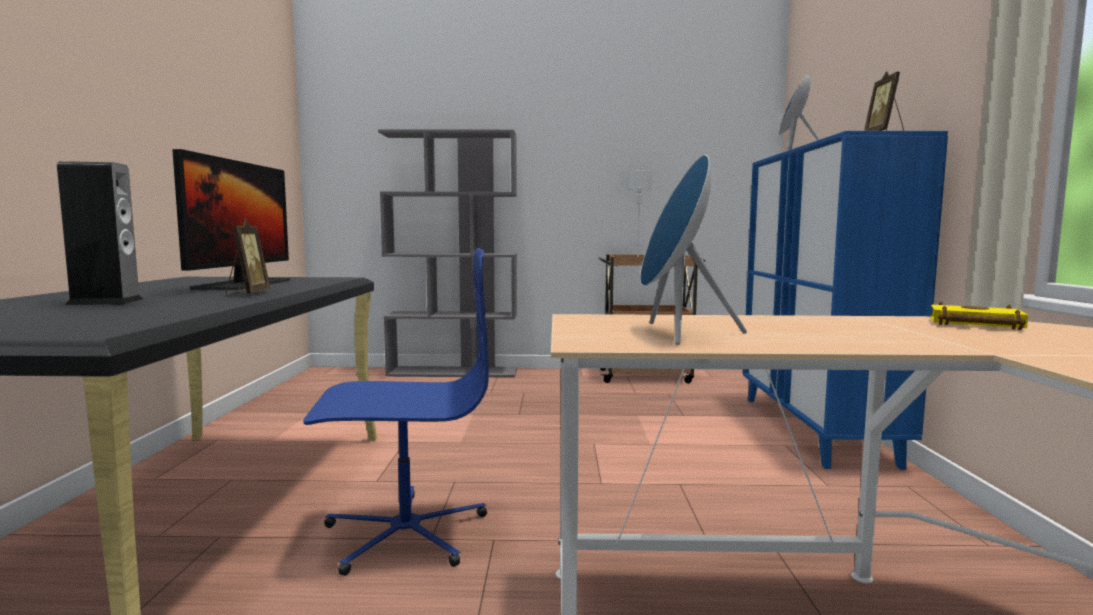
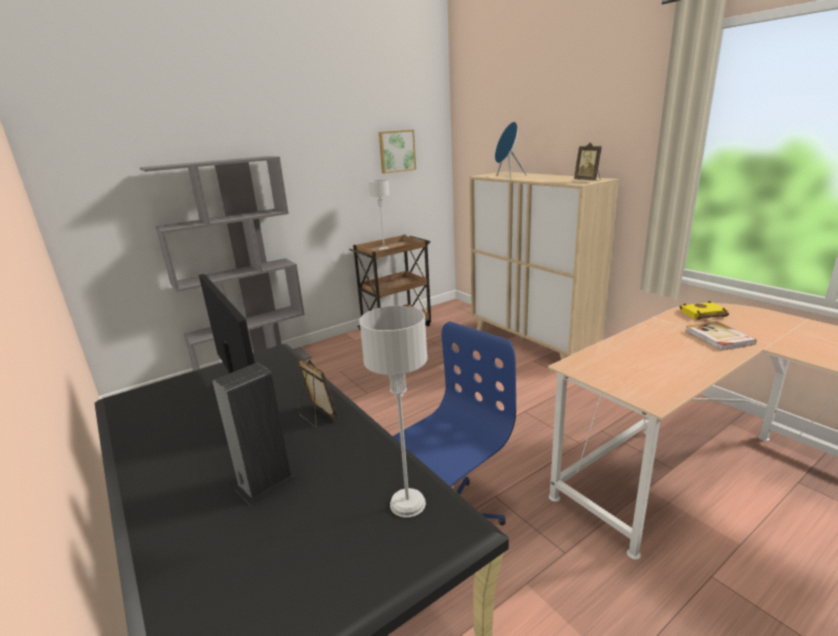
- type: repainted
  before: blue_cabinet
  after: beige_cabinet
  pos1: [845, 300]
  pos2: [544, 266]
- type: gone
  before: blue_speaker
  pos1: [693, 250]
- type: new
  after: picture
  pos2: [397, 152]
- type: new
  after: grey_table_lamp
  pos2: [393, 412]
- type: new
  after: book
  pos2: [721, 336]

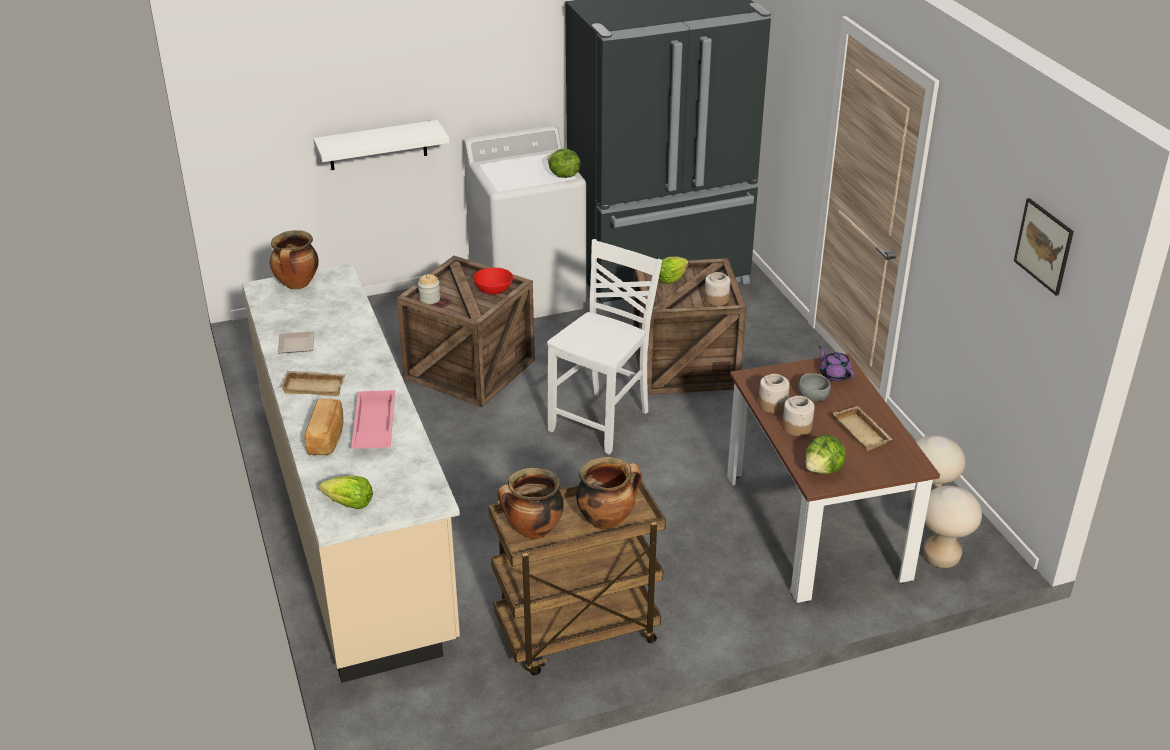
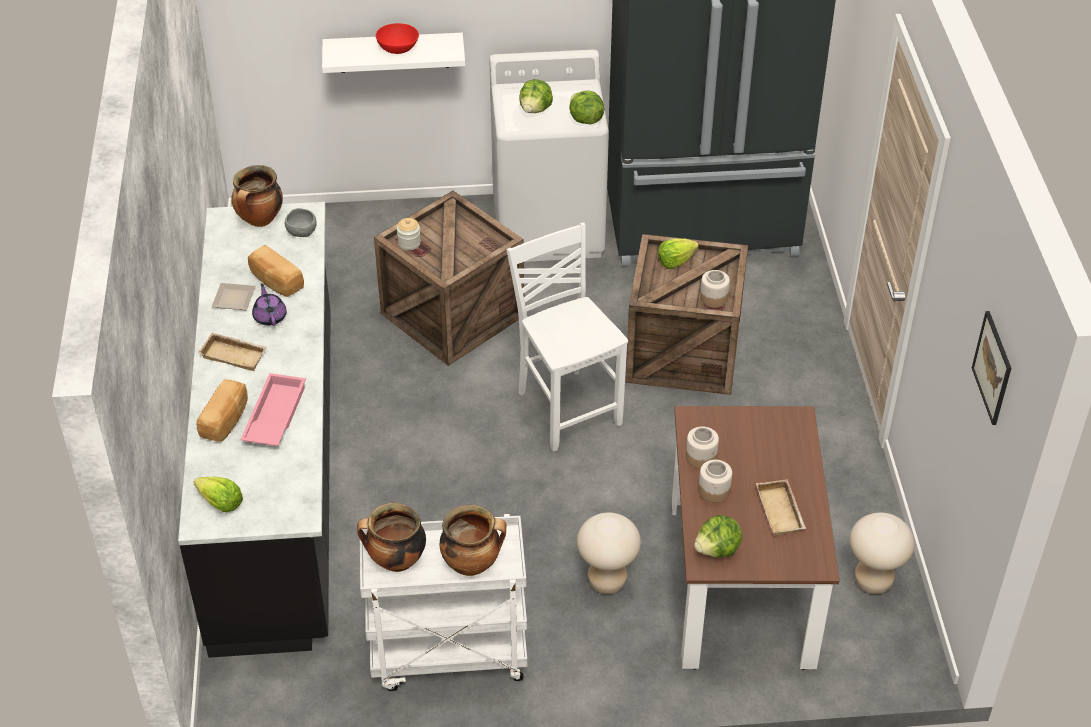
- type: rotated
  before: white_chair
  pos1: [604, 347]
  pos2: [567, 337]
  turn: -75
- type: repainted
  before: beige_counter
  after: black_counter
  pos1: [351, 473]
  pos2: [254, 430]
- type: shifted
  before: red_bowl
  pos1: [493, 281]
  pos2: [397, 38]
- type: shifted
  before: purple_teapot
  pos1: [836, 364]
  pos2: [269, 304]
- type: shifted
  before: grey_bowl
  pos1: [814, 387]
  pos2: [300, 222]
- type: repainted
  before: brown_cart
  after: white_cart
  pos1: [577, 574]
  pos2: [443, 602]
- type: shifted
  before: beige_stool
  pos1: [953, 527]
  pos2: [609, 553]
- type: new
  after: lettuce
  pos2: [536, 96]
- type: new
  after: bread
  pos2: [276, 270]

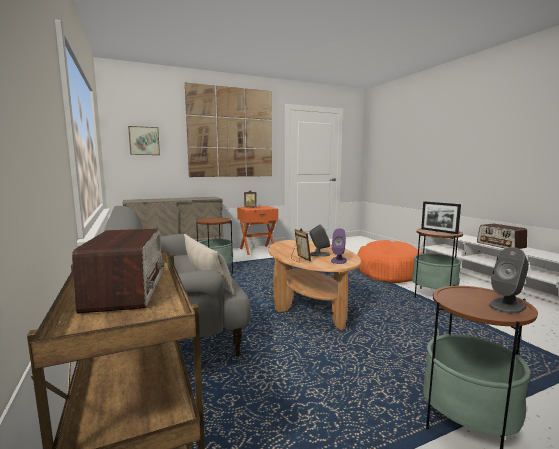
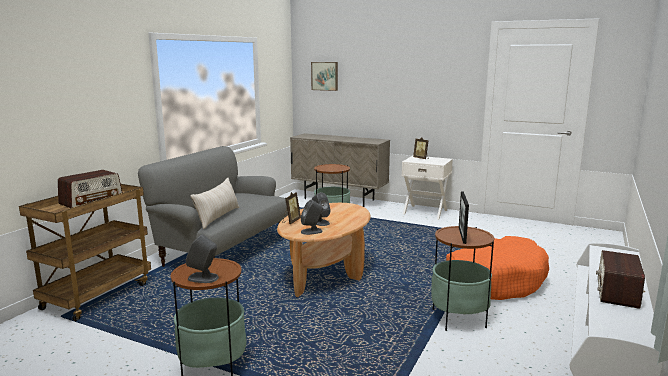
- type: gone
  before: picture
  pos1: [228, 129]
- type: repainted
  before: orange_nightstand
  after: white_nightstand
  pos1: [257, 230]
  pos2: [427, 188]
- type: repainted
  before: purple_speaker
  after: grey_speaker
  pos1: [339, 246]
  pos2: [312, 217]

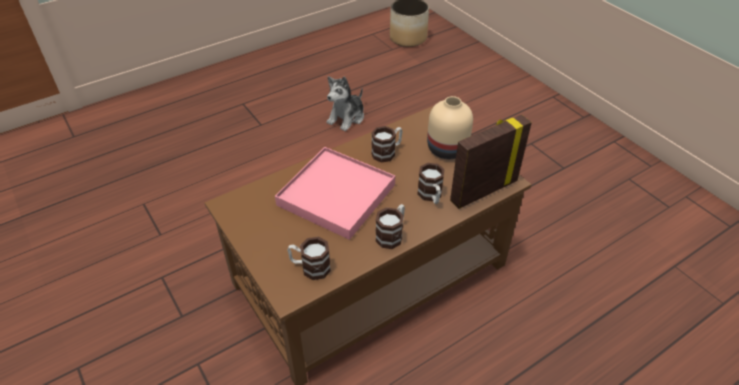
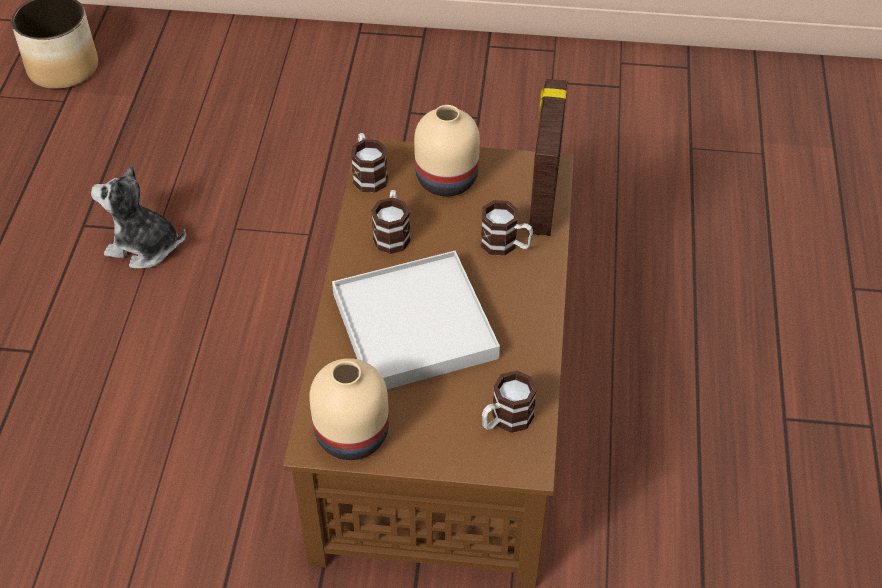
- type: rotated
  before: plush_toy
  pos1: [345, 103]
  pos2: [138, 216]
  turn: 120
- type: repainted
  before: pink_tray
  after: white_tray
  pos1: [335, 193]
  pos2: [416, 320]
- type: shifted
  before: mug
  pos1: [390, 226]
  pos2: [369, 163]
- type: new
  after: beige_vase
  pos2: [349, 409]

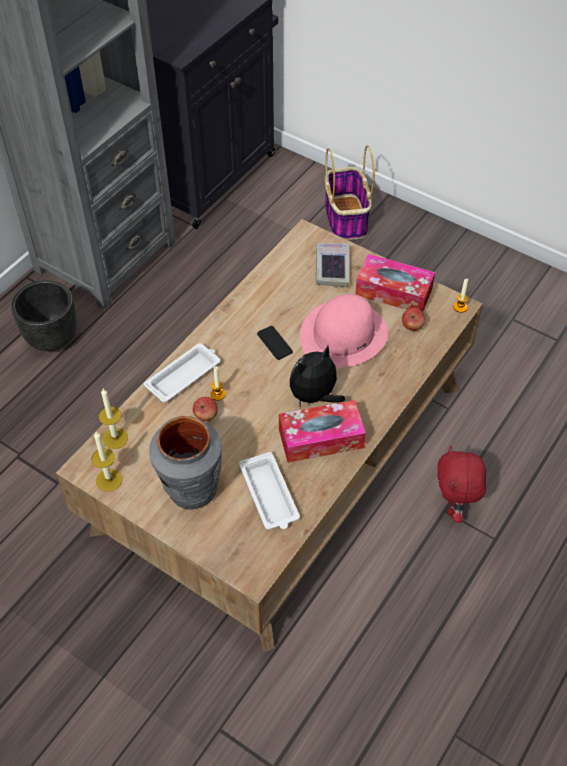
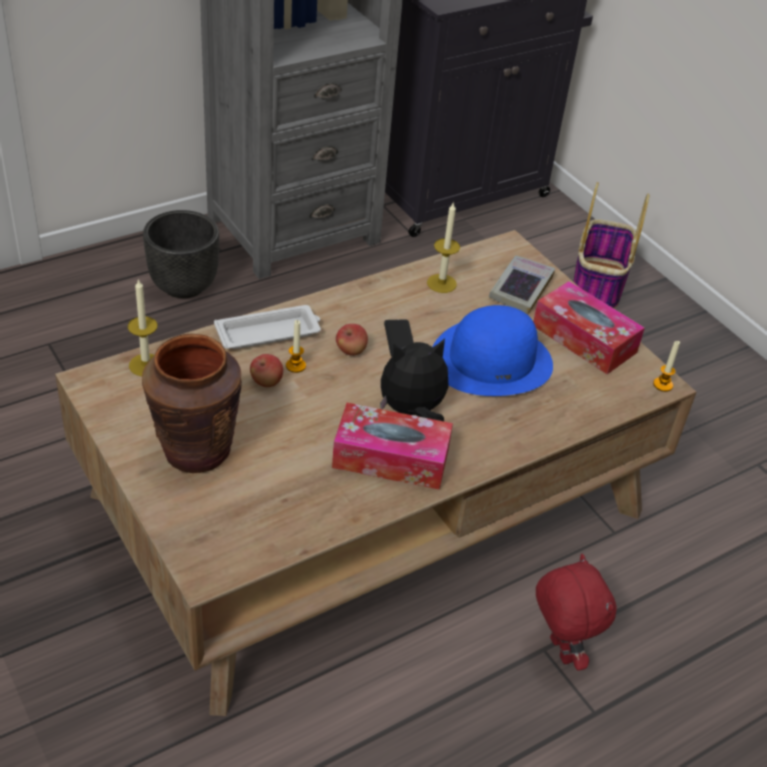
- type: repainted
  before: pink_hat
  after: blue_hat
  pos1: [344, 331]
  pos2: [493, 350]
- type: shifted
  before: apple
  pos1: [413, 319]
  pos2: [352, 340]
- type: repainted
  before: grey_vase
  after: brown_vase
  pos1: [185, 463]
  pos2: [192, 403]
- type: shifted
  before: candle
  pos1: [107, 462]
  pos2: [443, 248]
- type: rotated
  before: red_plush_toy
  pos1: [461, 484]
  pos2: [576, 612]
  turn: 135
- type: gone
  before: white_tray
  pos1: [269, 490]

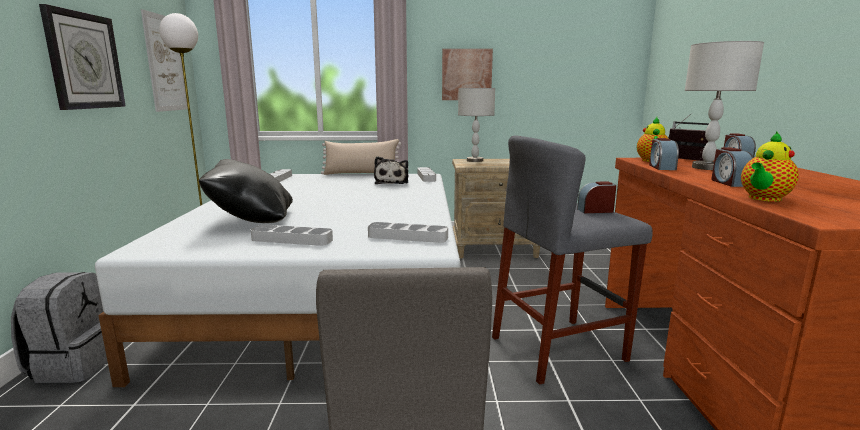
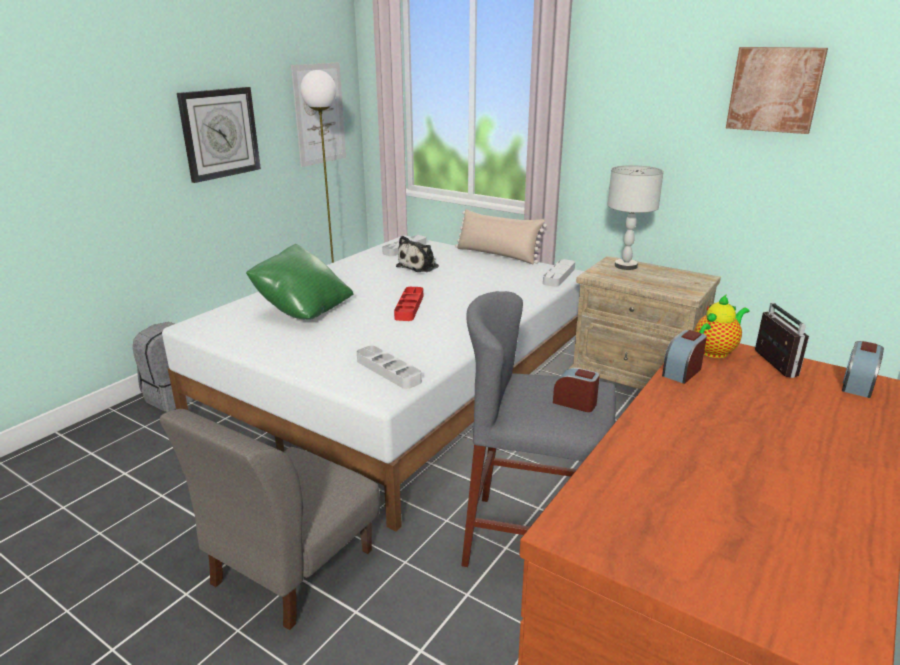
- type: gone
  before: grey_table_lamp
  pos1: [724, 105]
- type: shifted
  before: picture
  pos1: [467, 74]
  pos2: [777, 90]
- type: gone
  before: teapot
  pos1: [770, 166]
- type: gone
  before: alarm_clock
  pos1: [732, 167]
- type: shifted
  before: plush_toy
  pos1: [391, 170]
  pos2: [417, 254]
- type: repainted
  before: black_pillow
  after: green_pillow
  pos1: [246, 191]
  pos2: [300, 282]
- type: gone
  before: grey_tray
  pos1: [292, 235]
- type: new
  after: red_tray
  pos2: [408, 304]

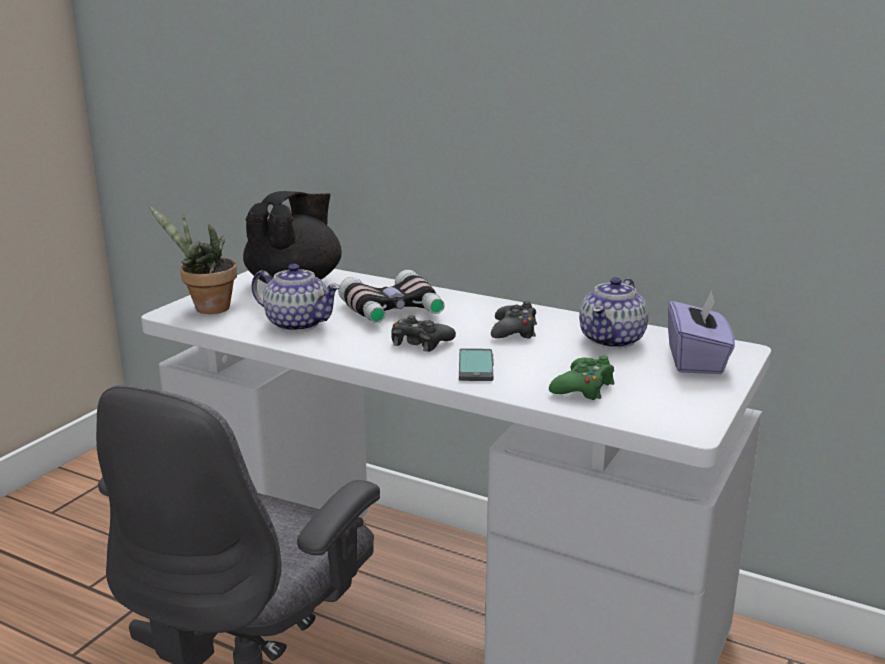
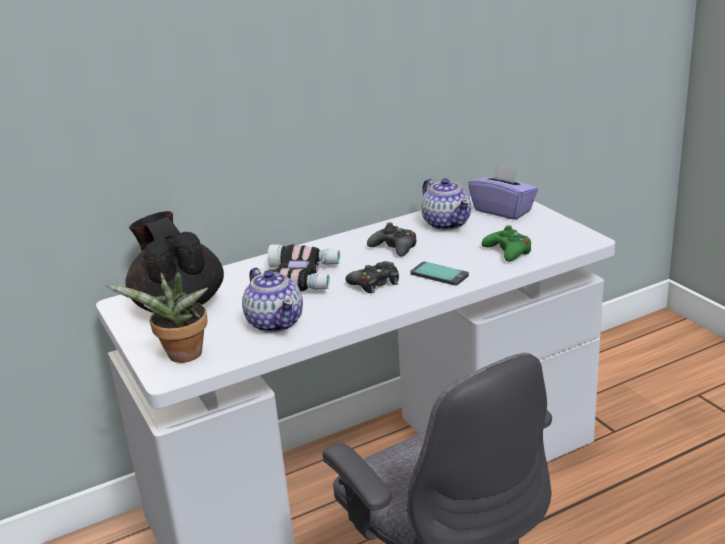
- type: rotated
  before: teapot
  pos1: [296, 298]
  pos2: [272, 300]
  turn: 90

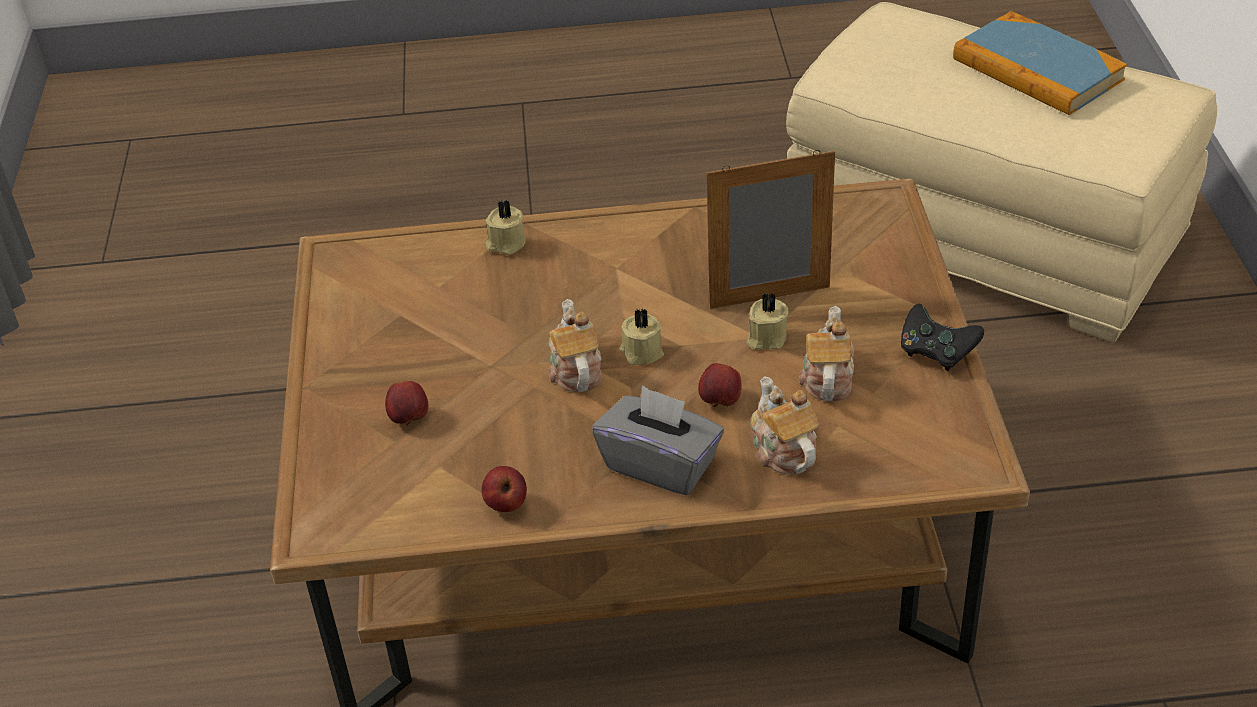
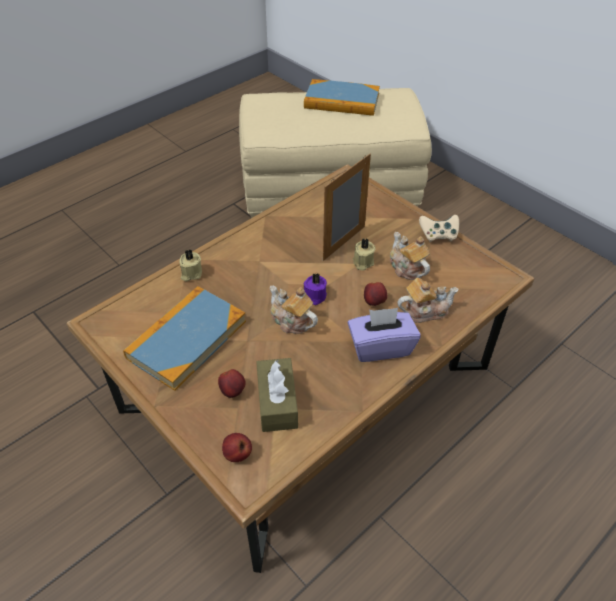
- type: repainted
  before: black_game_controller
  after: beige_game_controller
  pos1: [942, 337]
  pos2: [439, 228]
- type: repainted
  before: beige_candle
  after: purple_candle
  pos1: [641, 336]
  pos2: [315, 289]
- type: rotated
  before: teapot
  pos1: [785, 425]
  pos2: [428, 300]
  turn: 135
- type: repainted
  before: grey_tissue_box
  after: purple_tissue_box
  pos1: [658, 440]
  pos2: [384, 335]
- type: shifted
  before: apple
  pos1: [504, 489]
  pos2: [237, 447]
- type: new
  after: book
  pos2: [184, 338]
- type: new
  after: brown_tissue_box
  pos2: [277, 395]

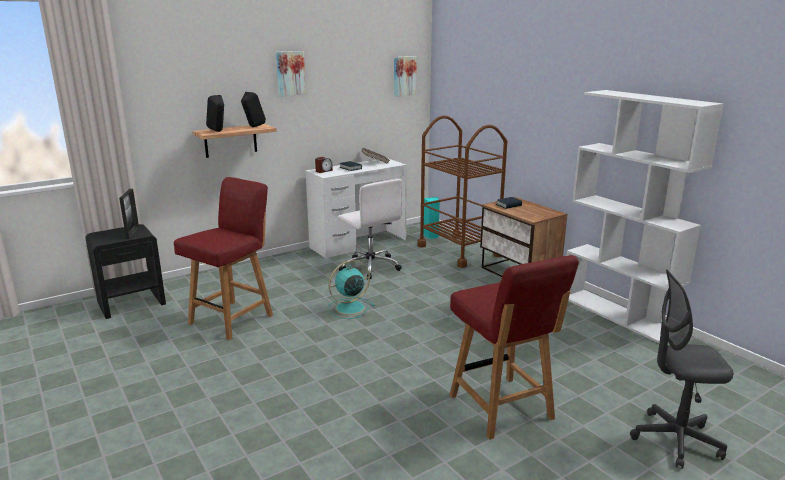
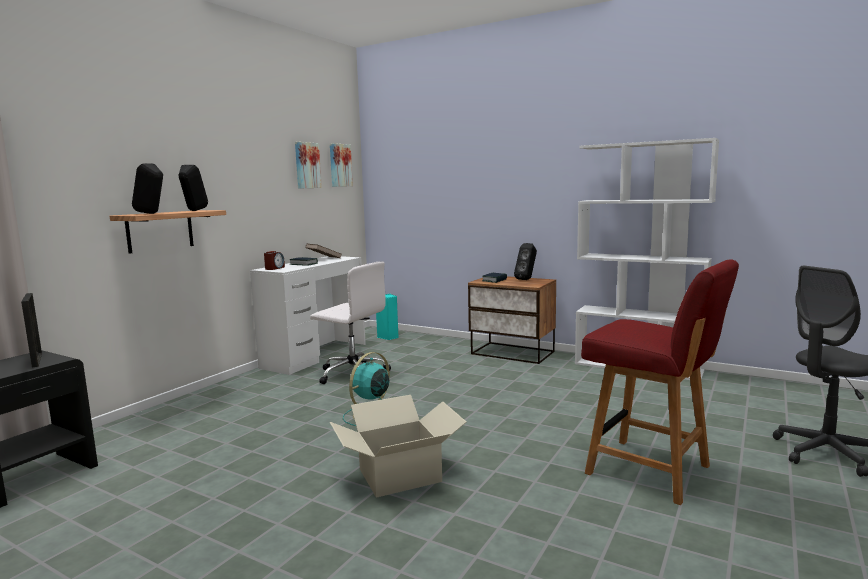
- type: shifted
  before: picture
  pos1: [291, 74]
  pos2: [308, 165]
- type: gone
  before: brown_cart
  pos1: [462, 191]
- type: gone
  before: red_chair
  pos1: [223, 258]
- type: new
  after: black_speaker
  pos2: [525, 261]
- type: new
  after: cardboard_box
  pos2: [398, 446]

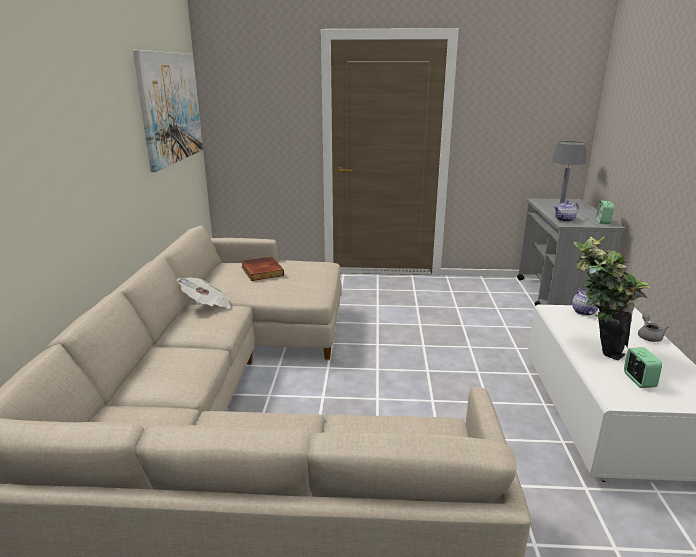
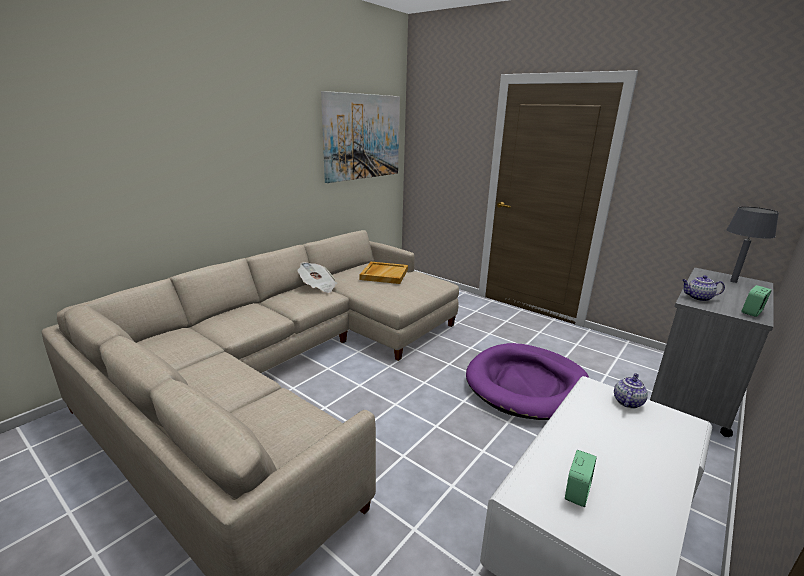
- type: gone
  before: potted_plant
  pos1: [611, 298]
- type: swapped
  before: book
  after: beige_tray
  pos1: [262, 269]
  pos2: [384, 273]
- type: gone
  before: grey_teapot
  pos1: [653, 327]
- type: new
  after: purple_dog_bed
  pos2: [527, 381]

